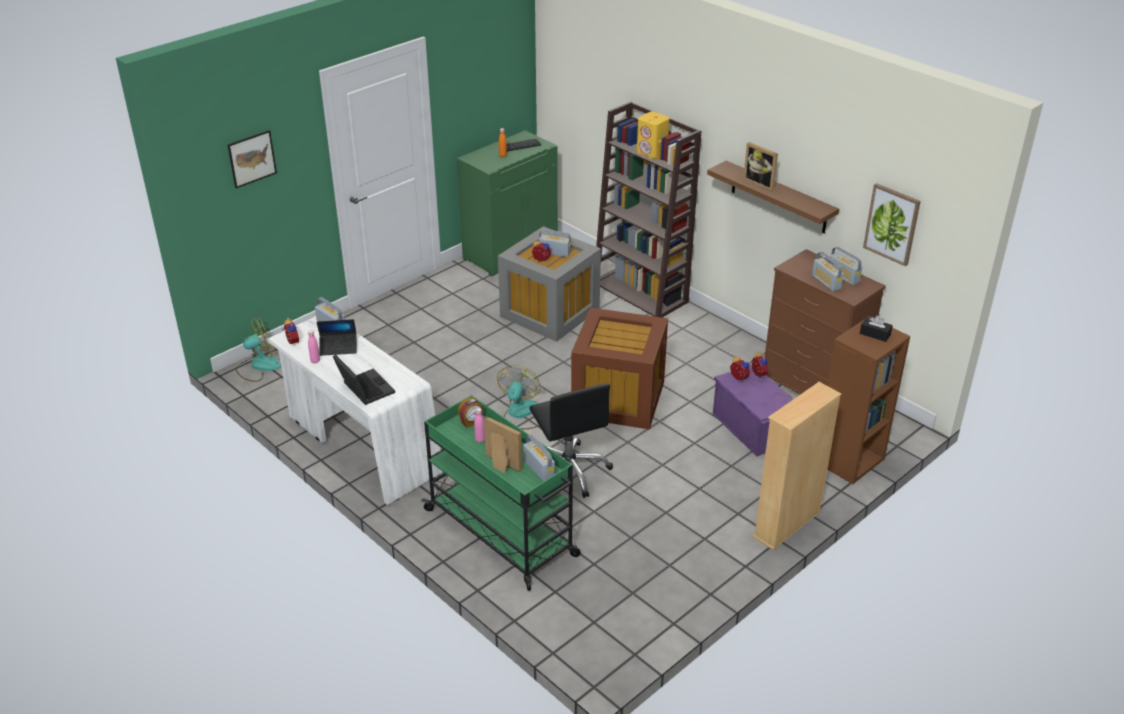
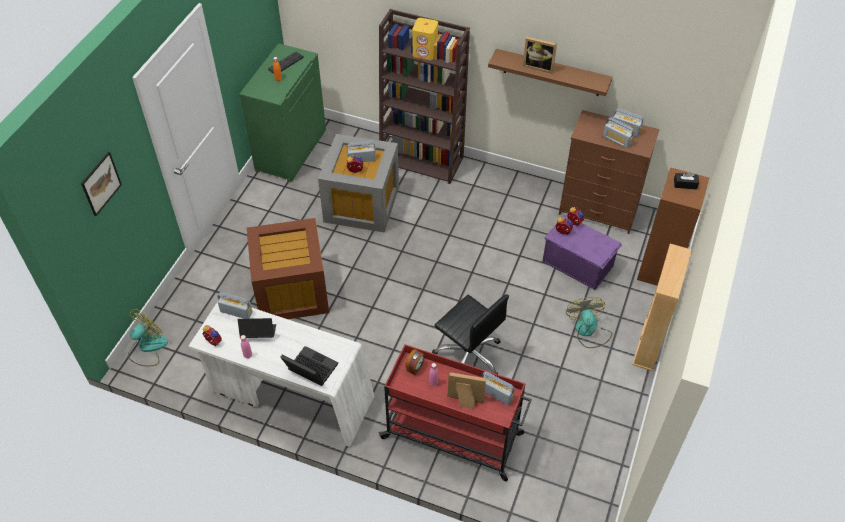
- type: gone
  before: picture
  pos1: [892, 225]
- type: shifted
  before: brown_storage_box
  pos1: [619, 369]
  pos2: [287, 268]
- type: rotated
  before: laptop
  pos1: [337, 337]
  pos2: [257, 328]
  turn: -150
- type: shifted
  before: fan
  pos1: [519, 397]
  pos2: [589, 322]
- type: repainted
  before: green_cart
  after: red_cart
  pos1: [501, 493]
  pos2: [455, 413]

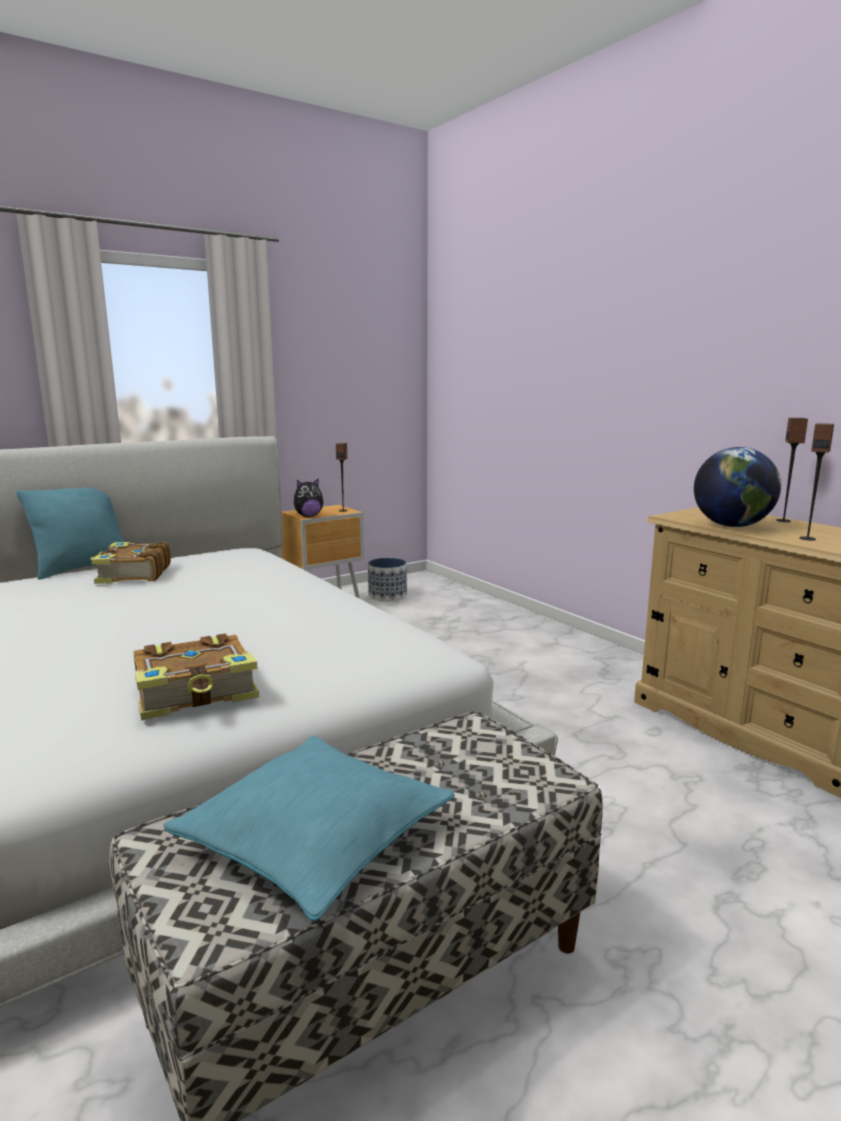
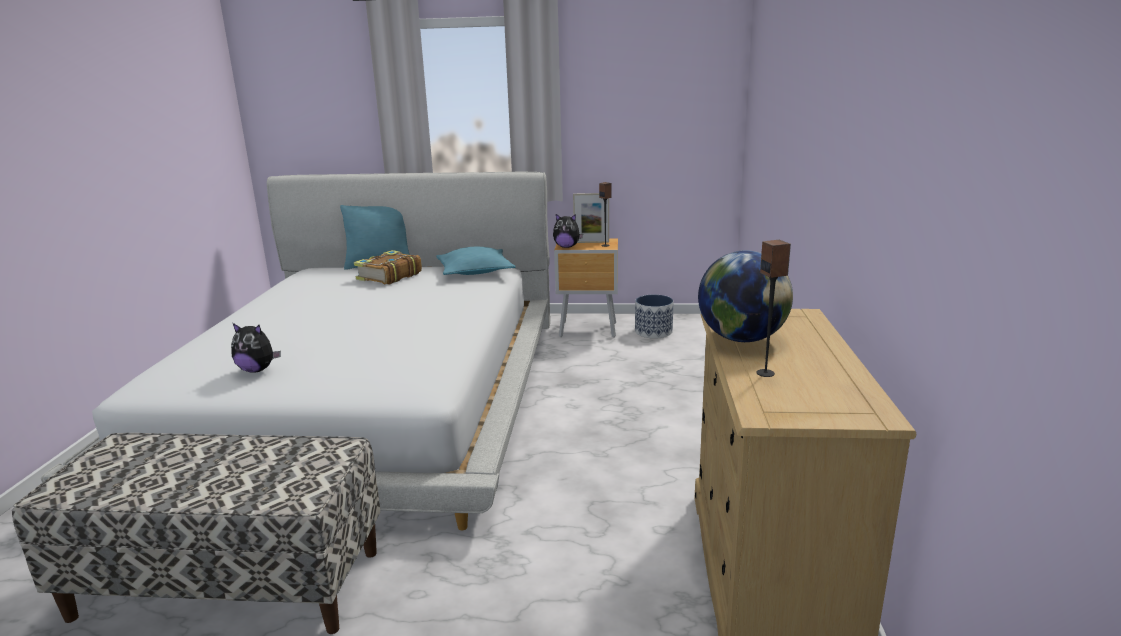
- type: gone
  before: speaker
  pos1: [792, 470]
- type: swapped
  before: book
  after: plush_toy
  pos1: [196, 677]
  pos2: [256, 348]
- type: shifted
  before: turquoise_pillow
  pos1: [309, 828]
  pos2: [475, 261]
- type: new
  after: picture_frame
  pos2: [591, 218]

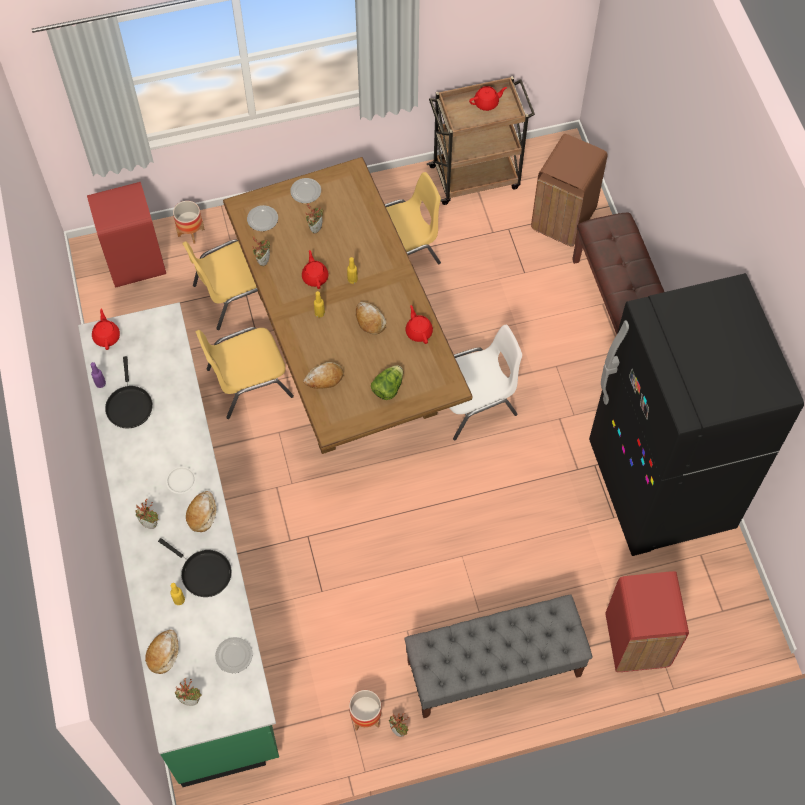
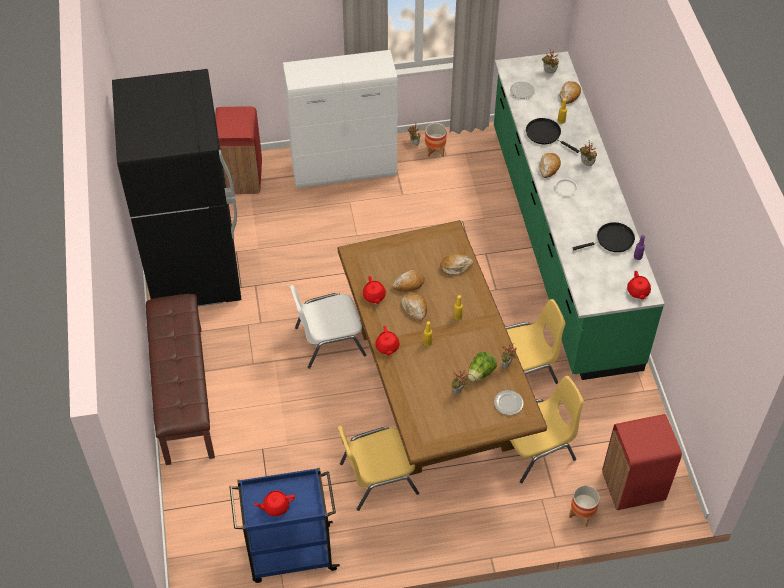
- type: repainted
  before: brown_cart
  after: blue_cart
  pos1: [481, 140]
  pos2: [285, 525]
- type: gone
  before: brown_trash_can
  pos1: [569, 190]
- type: gone
  before: plate
  pos1: [305, 190]
- type: shifted
  before: red_teapot
  pos1: [315, 269]
  pos2: [387, 341]
- type: rotated
  before: black_frying_pan
  pos1: [129, 392]
  pos2: [603, 237]
  turn: 75
- type: shifted
  before: lettuce
  pos1: [387, 382]
  pos2: [482, 366]
- type: swapped
  before: grey_bench
  after: white_cabinet
  pos1: [498, 656]
  pos2: [340, 119]
- type: new
  after: bread
  pos2: [408, 281]

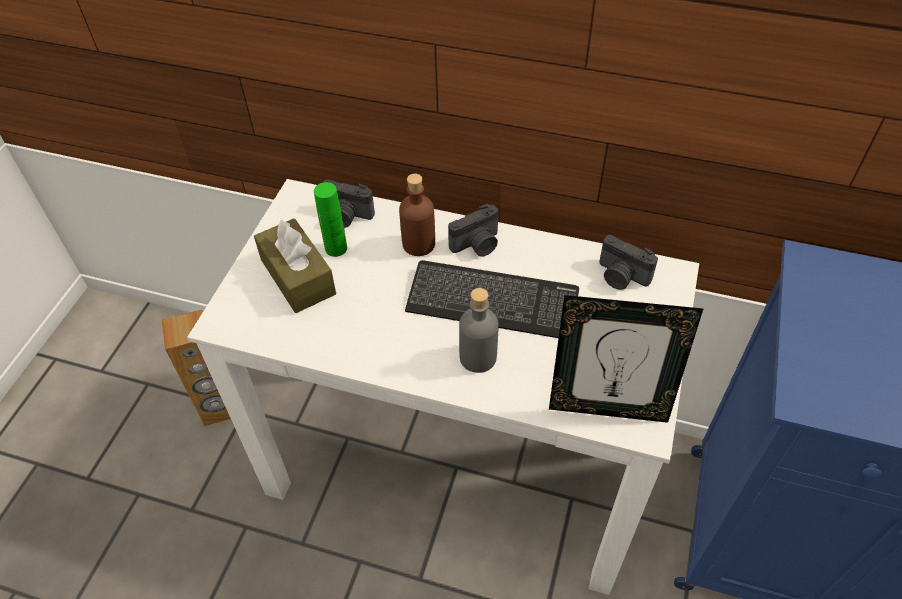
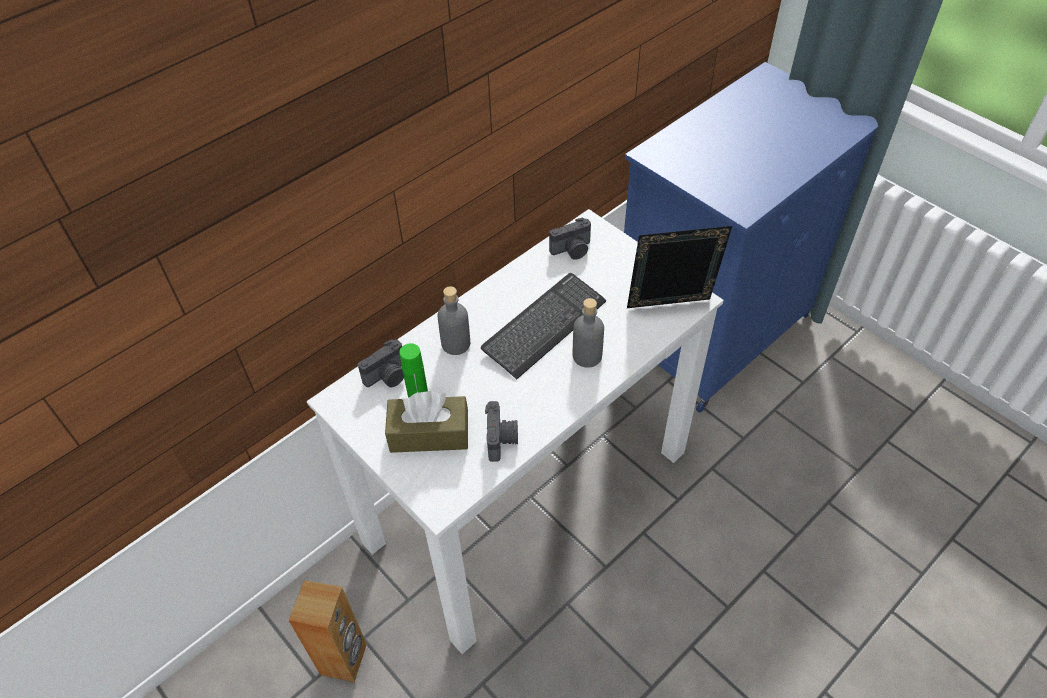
- type: repainted
  before: brown_bottle
  after: grey_bottle
  pos1: [417, 215]
  pos2: [454, 320]
- type: shifted
  before: photo_camera
  pos1: [473, 230]
  pos2: [501, 431]
- type: rotated
  before: picture_frame
  pos1: [626, 359]
  pos2: [679, 267]
  turn: -135

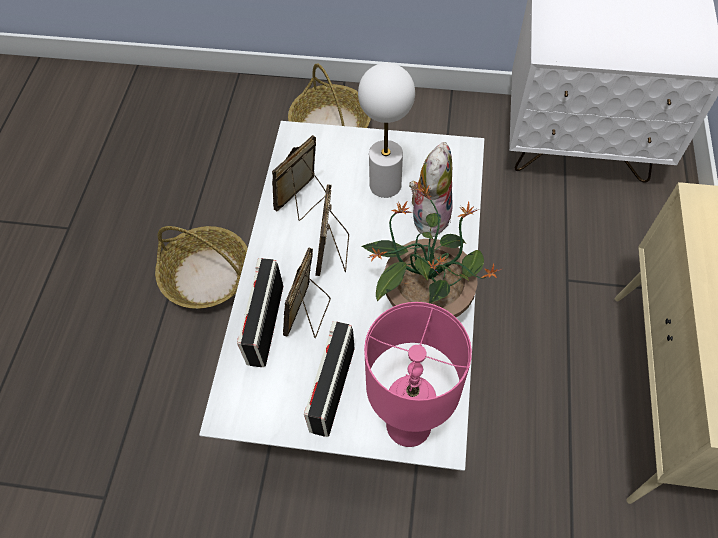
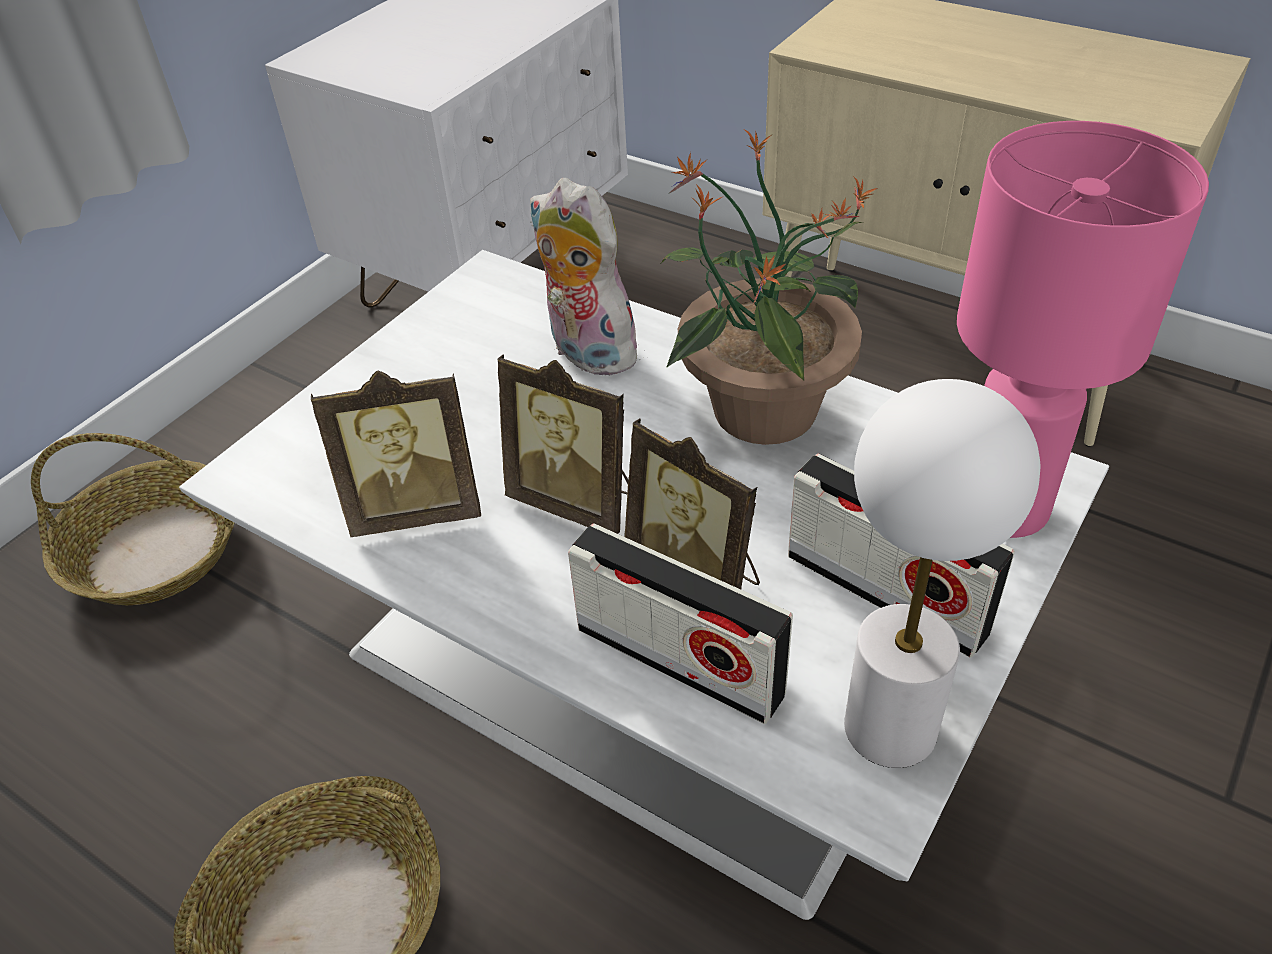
- type: shifted
  before: white_table_lamp
  pos1: [386, 130]
  pos2: [942, 573]
- type: rotated
  before: picture_frame
  pos1: [299, 178]
  pos2: [396, 453]
  turn: -75

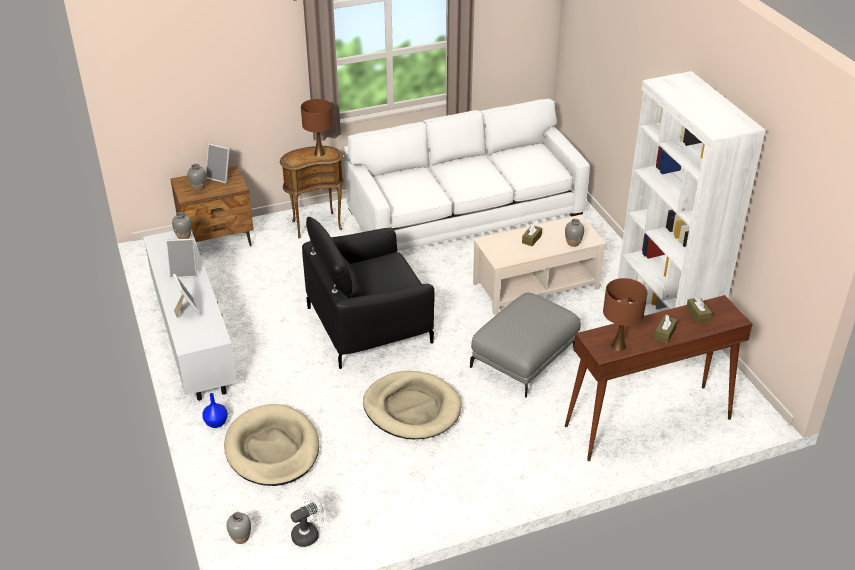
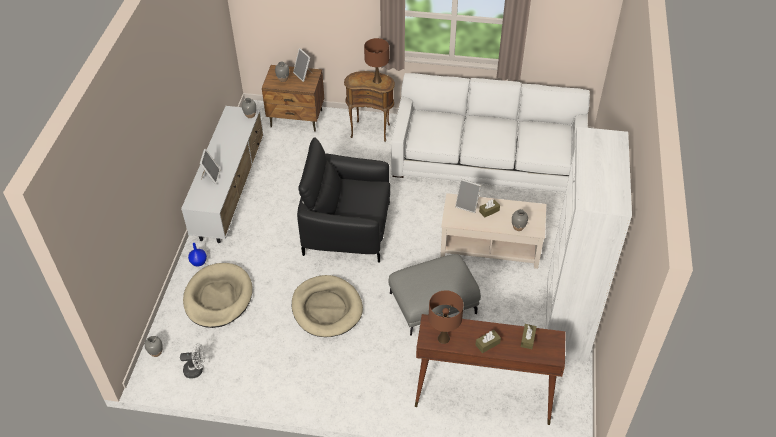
- type: shifted
  before: picture_frame
  pos1: [181, 258]
  pos2: [468, 196]

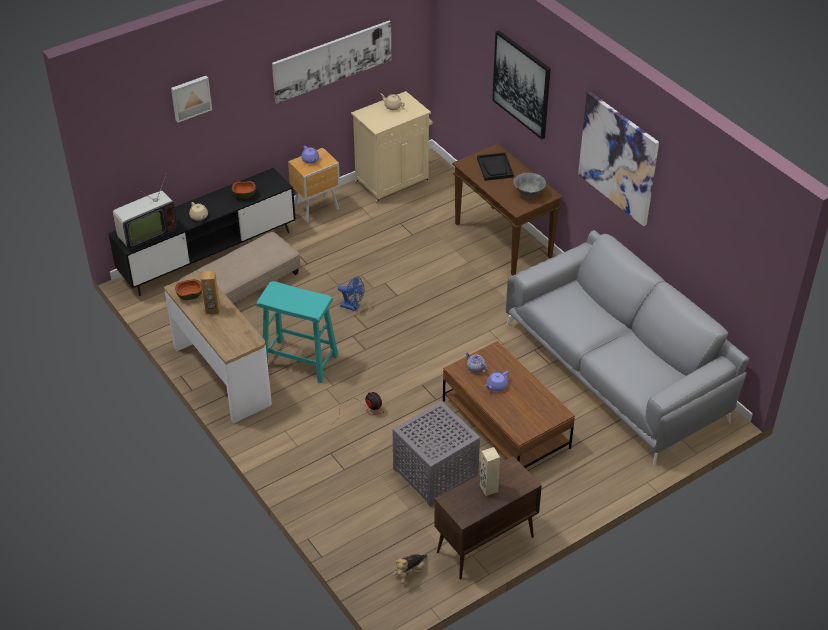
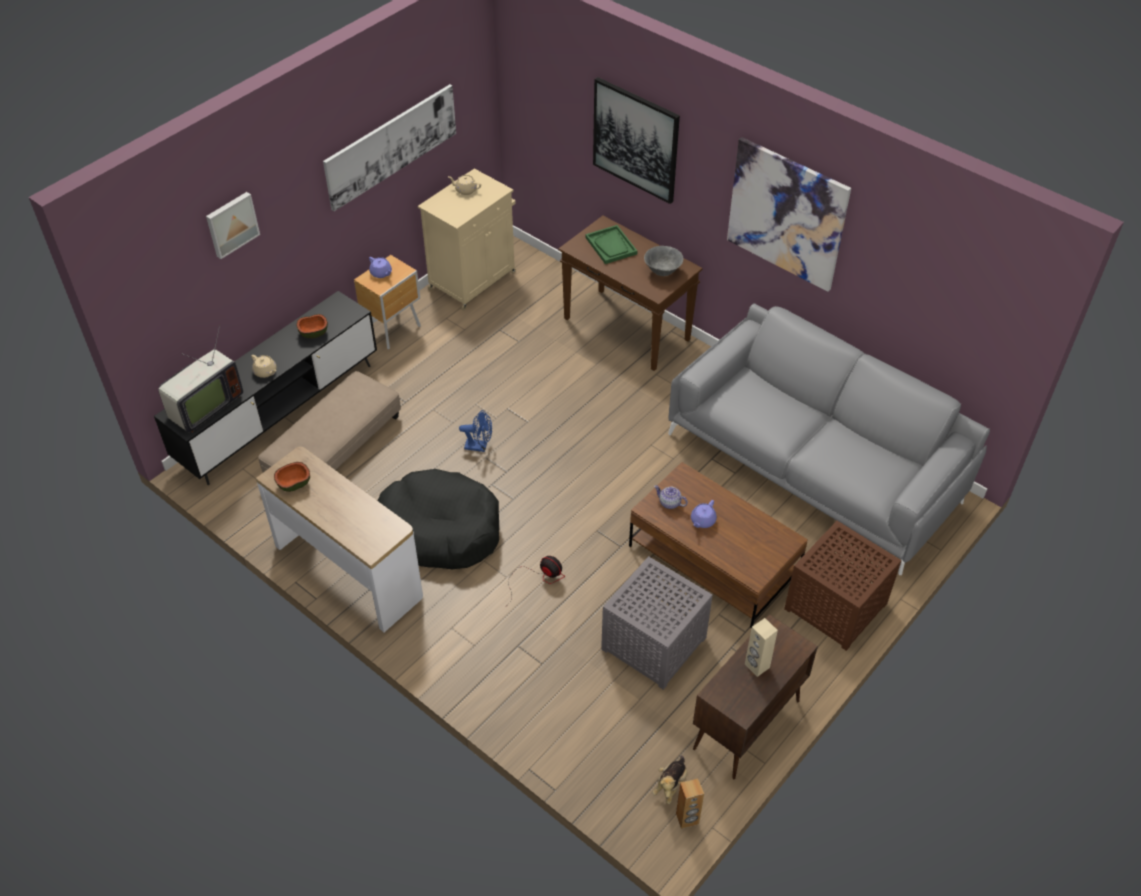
- type: repainted
  before: black_tray
  after: green_tray
  pos1: [495, 166]
  pos2: [611, 244]
- type: shifted
  before: brown_speaker
  pos1: [210, 292]
  pos2: [690, 803]
- type: swapped
  before: turquoise_stool
  after: black_dog_bed
  pos1: [297, 332]
  pos2: [438, 519]
- type: new
  after: brown_side_table
  pos2: [843, 586]

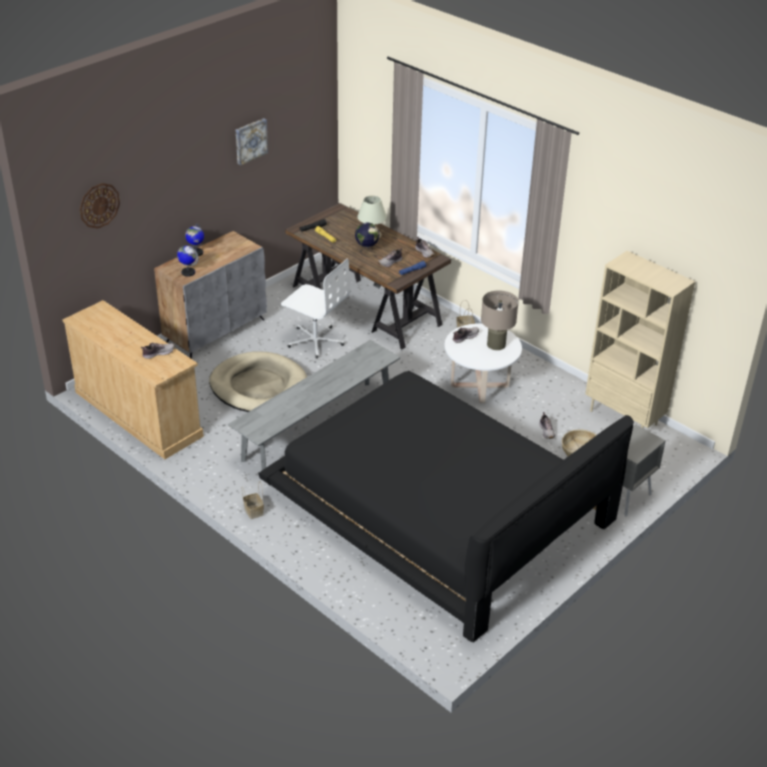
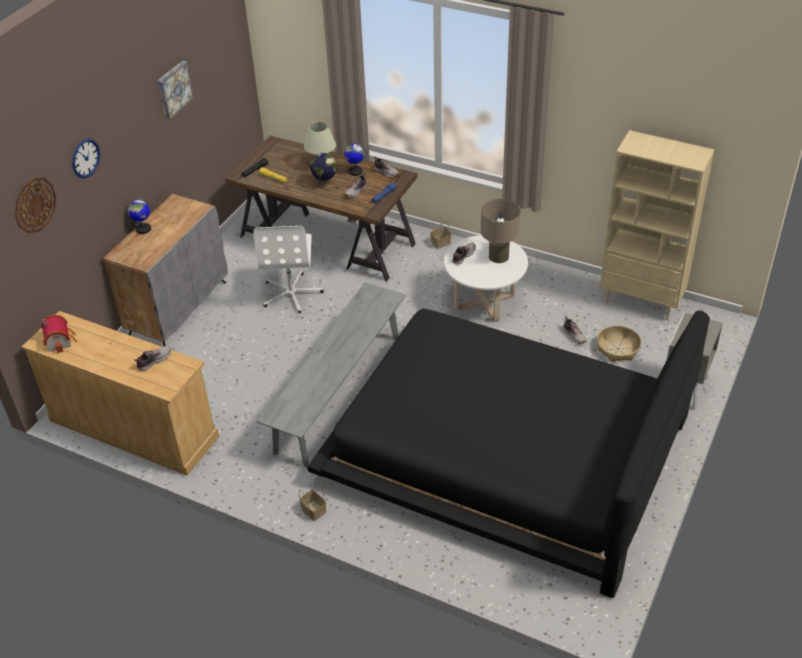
- type: shifted
  before: globe
  pos1: [187, 261]
  pos2: [355, 159]
- type: rotated
  before: white_office_chair
  pos1: [315, 308]
  pos2: [288, 269]
  turn: 75
- type: gone
  before: beige_dog_bed
  pos1: [258, 381]
- type: new
  after: wall_clock
  pos2: [86, 159]
- type: new
  after: toy_house
  pos2: [59, 334]

